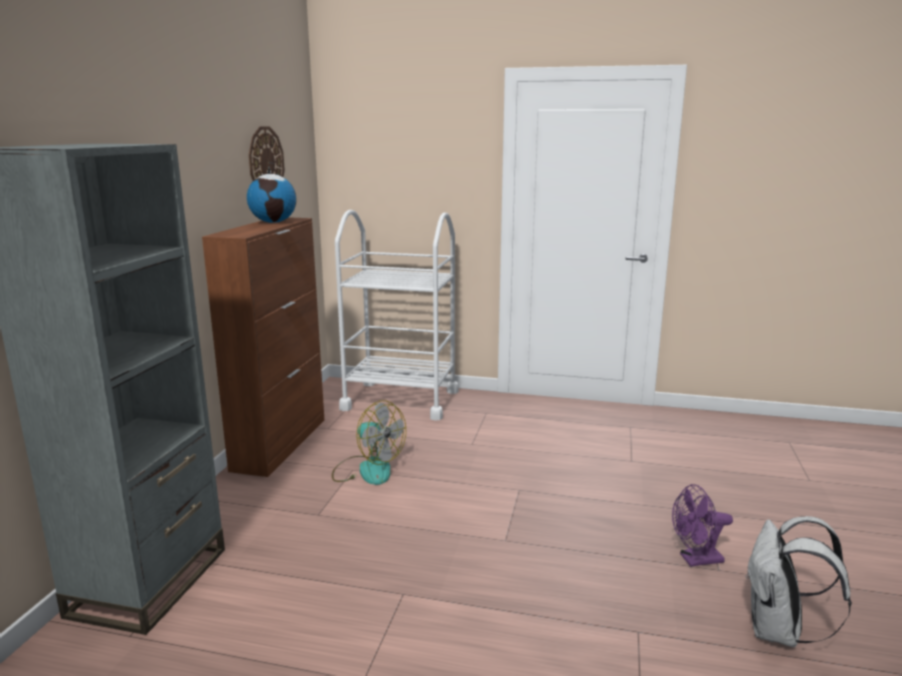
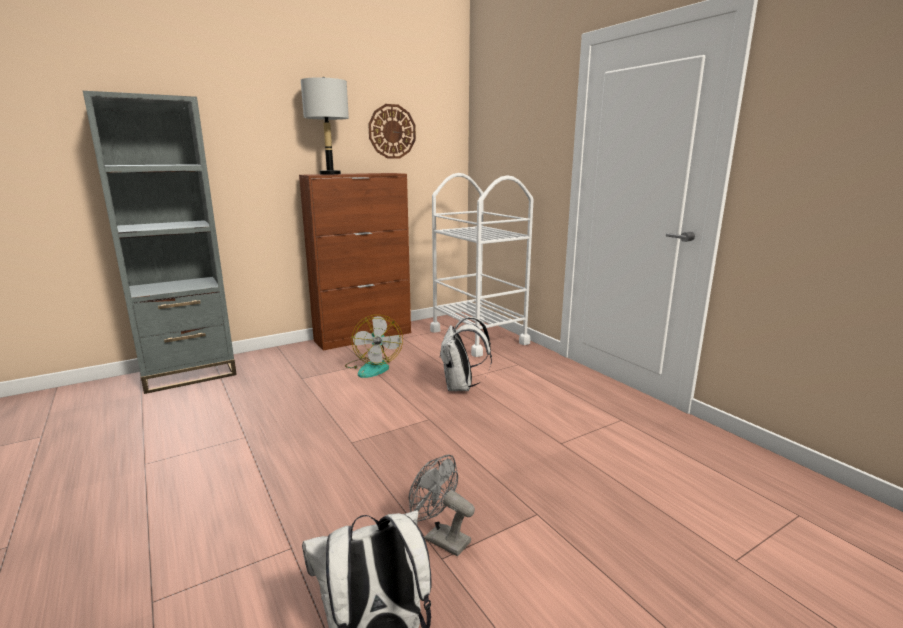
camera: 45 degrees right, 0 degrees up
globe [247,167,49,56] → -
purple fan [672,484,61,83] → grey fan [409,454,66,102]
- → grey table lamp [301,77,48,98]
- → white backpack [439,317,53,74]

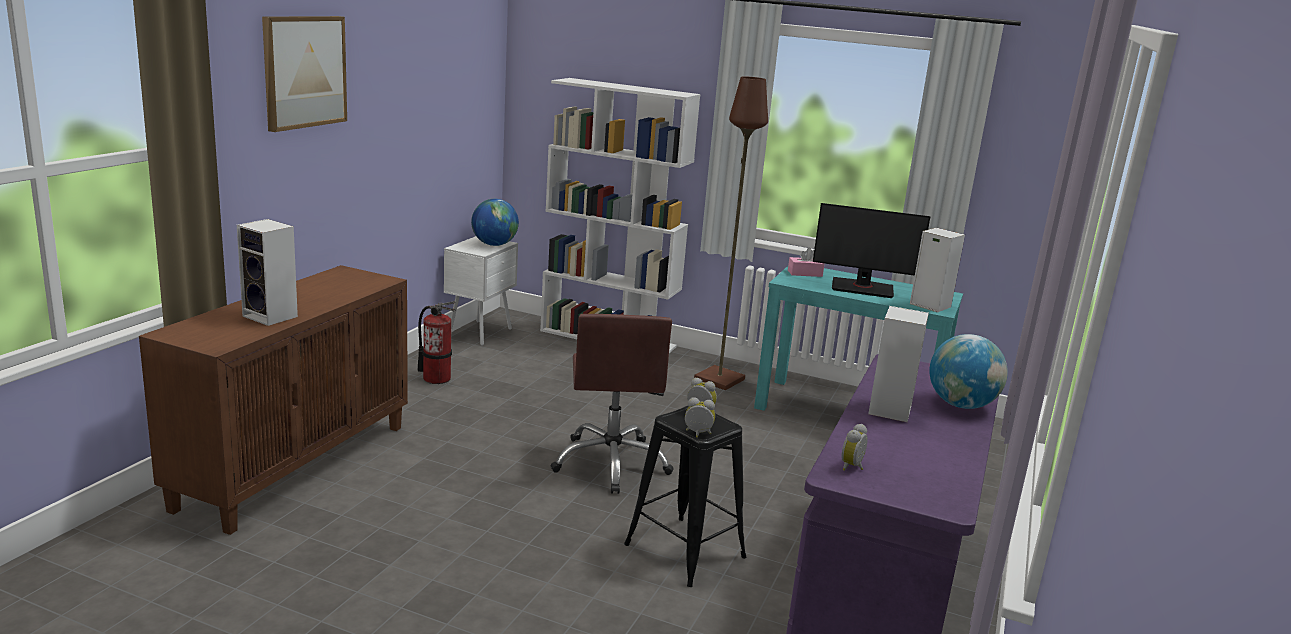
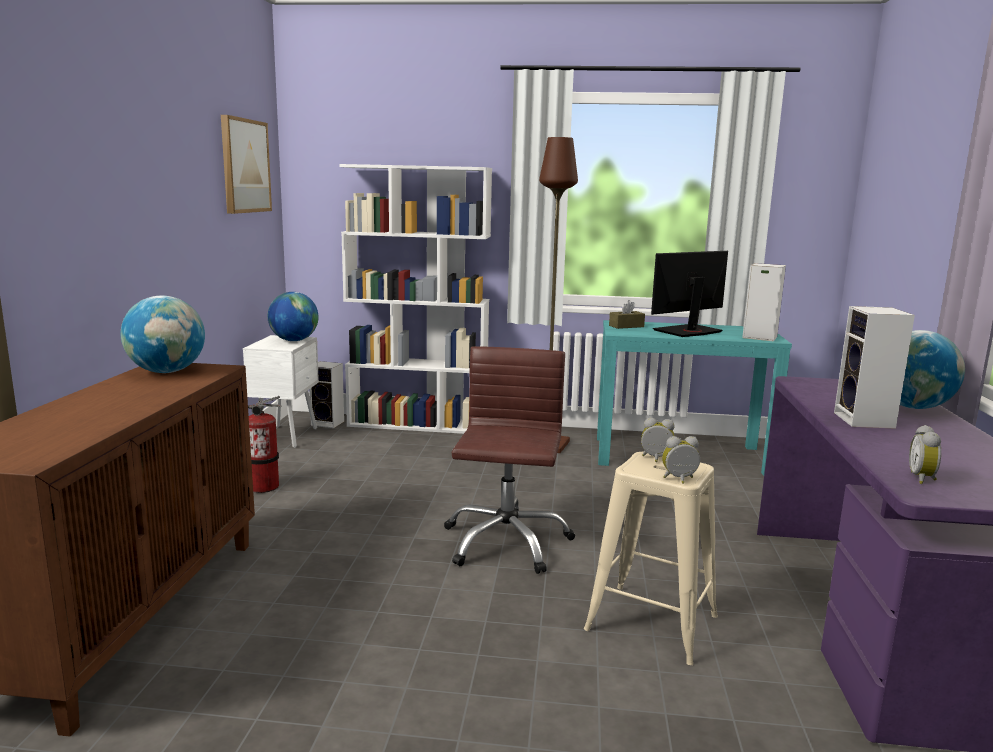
camera: 15 degrees left, 5 degrees down
picture [262,16,85,116] → picture [221,115,51,99], shifted
monitor [813,203,118,95] → monitor [651,251,77,86], 150 degrees clockwise
speaker [237,219,61,107] → speaker [309,361,35,67], shifted
pink tissue box [788,248,36,29] → brown tissue box [609,300,36,29]
brown office chair [550,314,124,180] → brown office chair [444,346,131,228], 150 degrees counterclockwise
black stool [624,406,122,181] → beige stool [584,452,134,213]
- → globe [121,296,84,77]

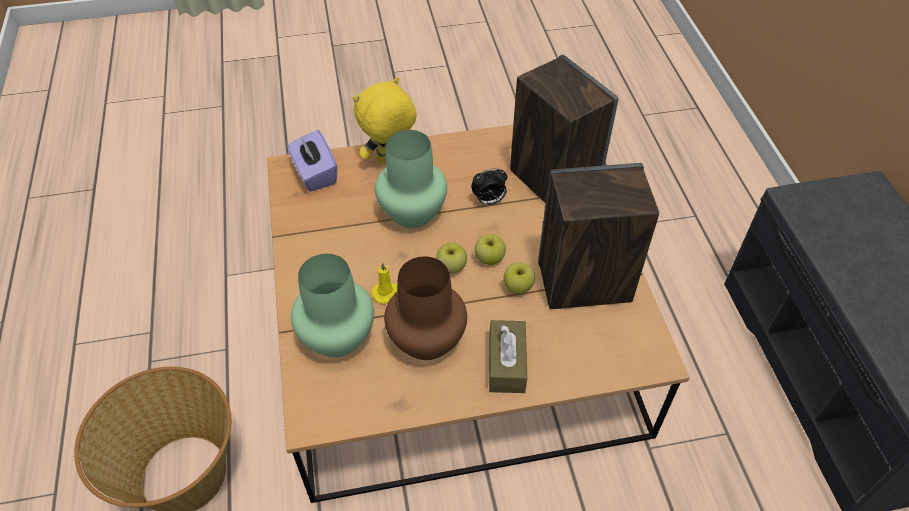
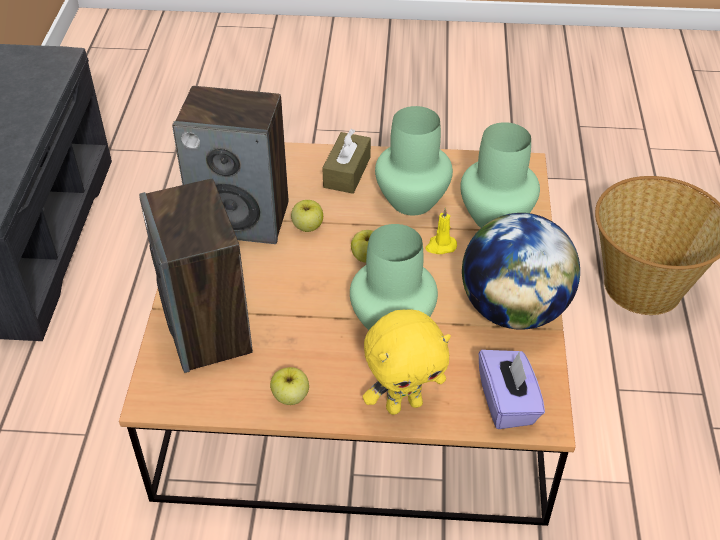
camera: 165 degrees left, 5 degrees down
alarm clock [471,168,37,37] → -
apple [474,234,32,31] → apple [270,367,39,38], shifted
brown vase [384,256,83,104] → green vase [375,106,78,109]
- → globe [462,213,118,117]

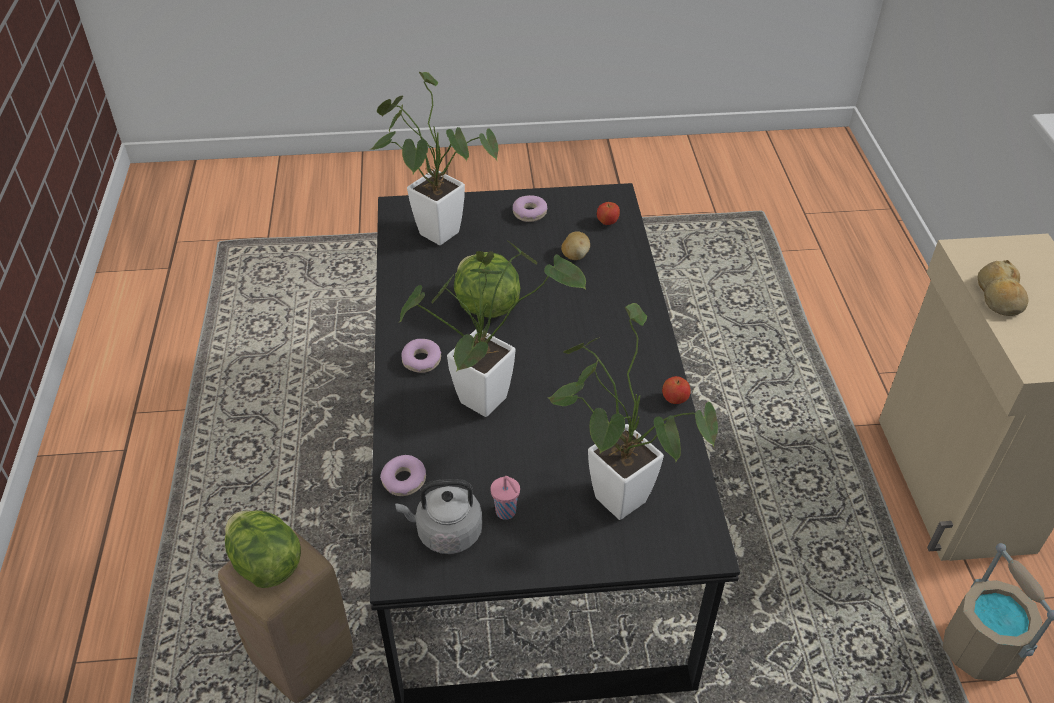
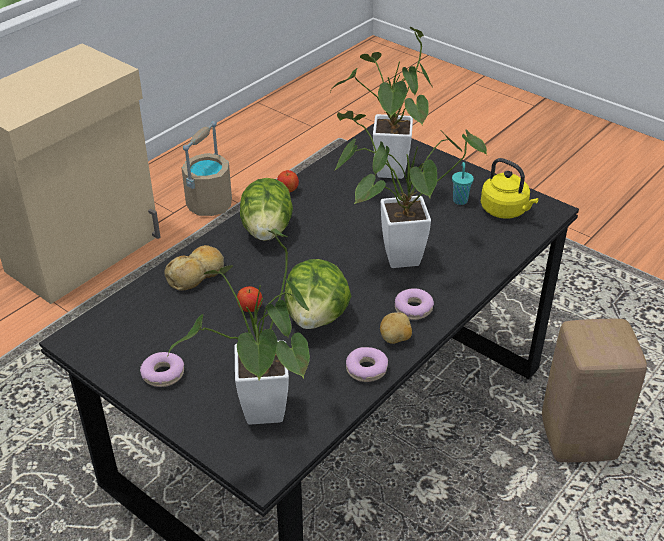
camera: 135 degrees left, 5 degrees down
apple [597,202,23,23] → apple [237,286,25,26], shifted
potato [561,231,29,29] → potato [380,312,32,32], shifted
bread [978,260,50,56] → bread [164,245,60,45], shifted
donut [380,455,46,41] → donut [346,347,42,35], shifted
pink cup [490,476,30,44] → turquoise cup [452,162,22,43]
grey kettle [395,479,88,75] → yellow kettle [481,158,58,61]
lettuce [225,510,76,78] → lettuce [240,178,53,63], shifted

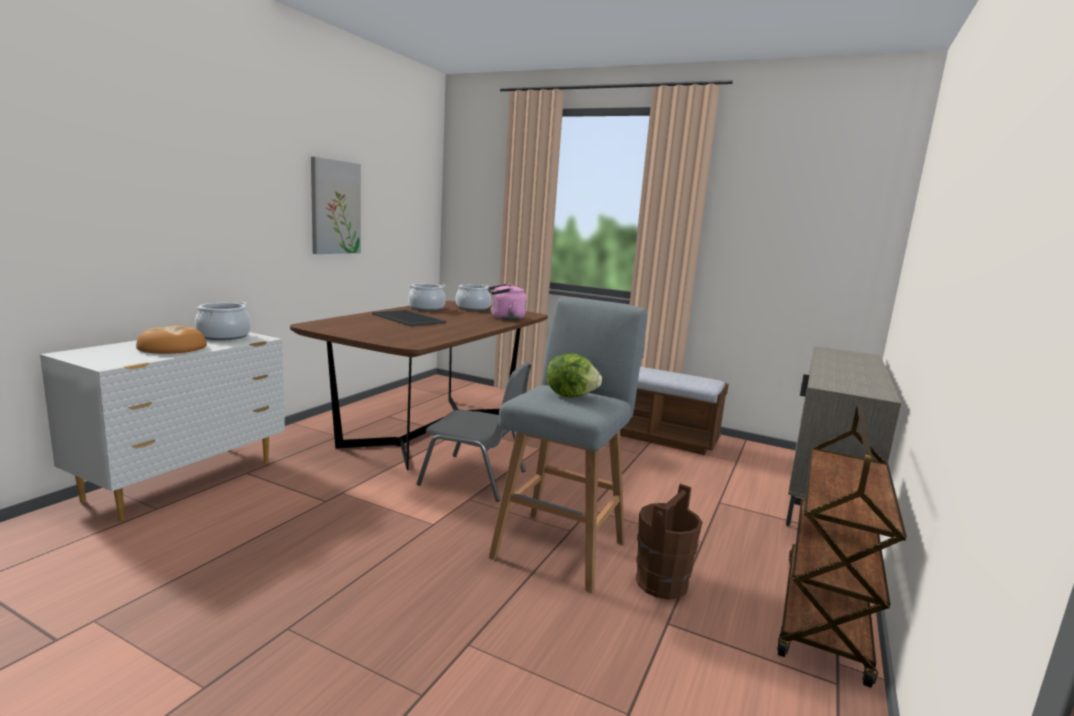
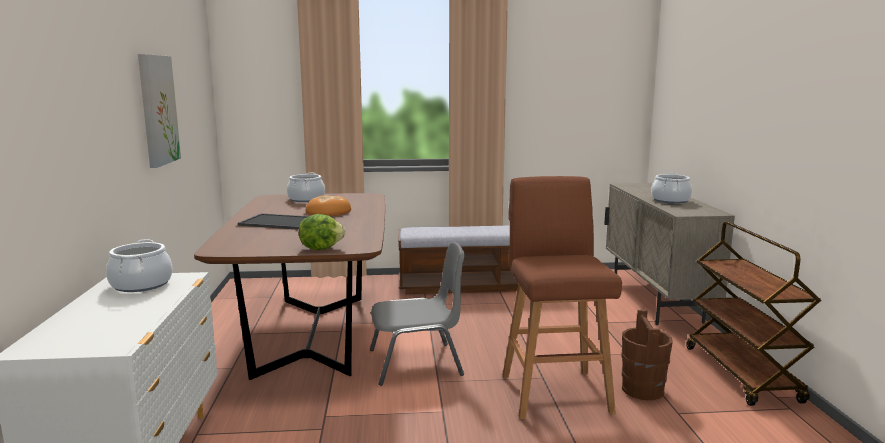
camera: 30 degrees left, 0 degrees up
cooking pot [408,284,38,27] → cooking pot [651,173,41,31], shifted
pink kettle [488,284,39,36] → -
grey stool [488,298,159,295] → brown stool [502,176,120,243]
bread [136,325,71,29] → bread [306,195,45,21], shifted
lettuce [547,354,55,44] → lettuce [299,214,47,36], shifted

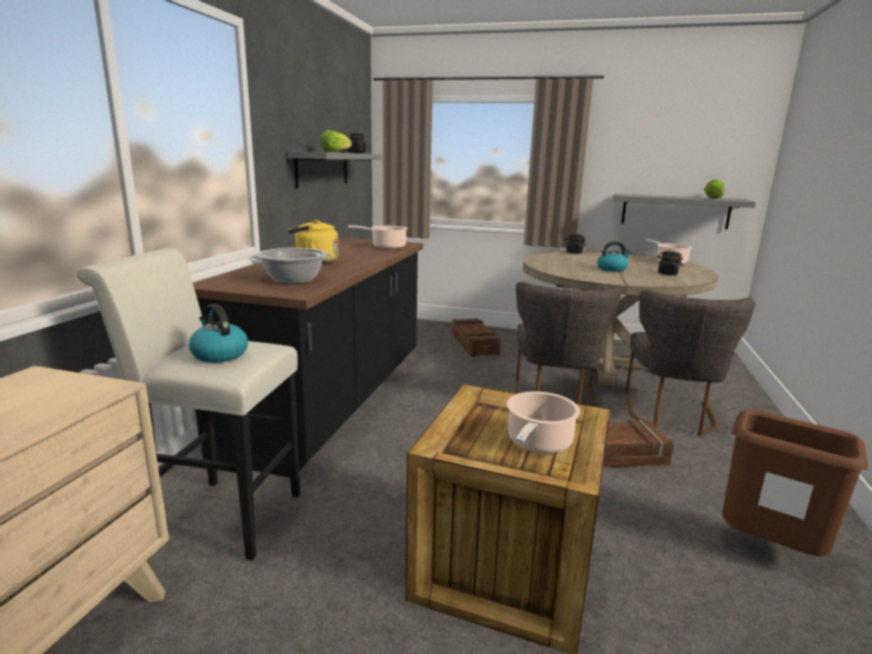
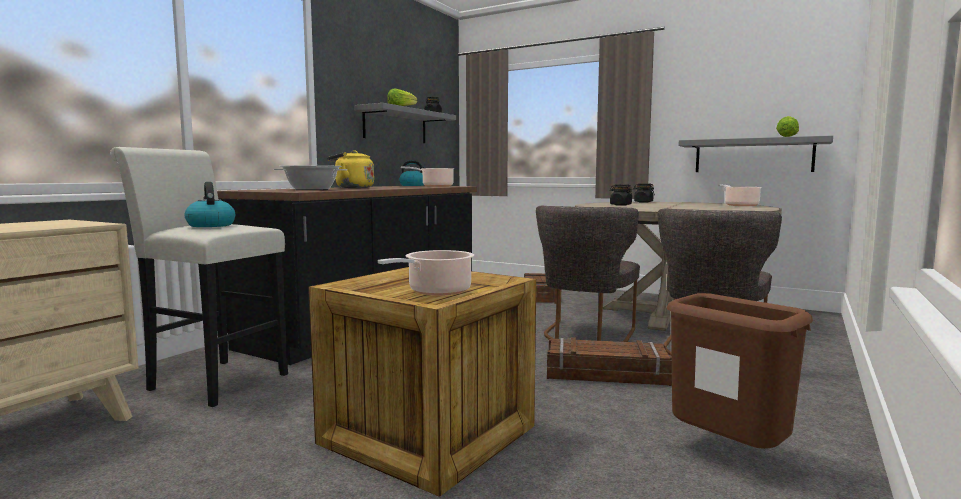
camera: 15 degrees right, 10 degrees down
kettle [597,241,34,31] → kettle [399,160,25,26], shifted
black jar [657,251,26,24] → black jar [610,184,23,22], shifted

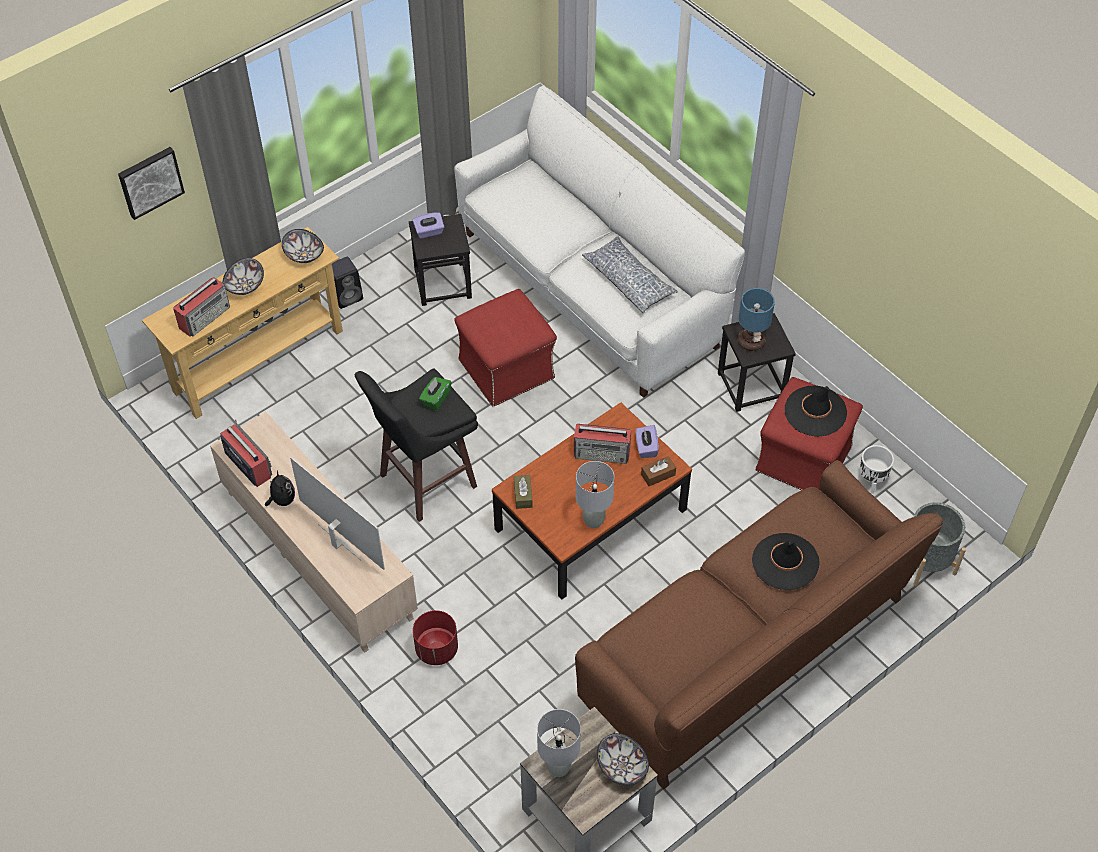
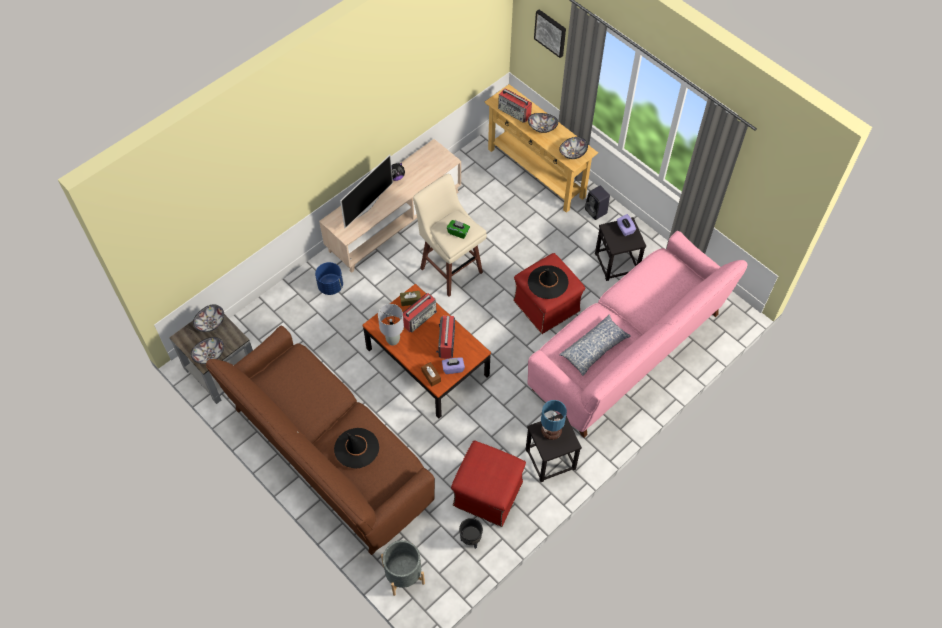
camera: 85 degrees right, 5 degrees up
white sofa [454,86,291,312] → pink sofa [528,231,220,207]
black stool [355,368,123,154] → beige stool [413,174,74,123]
black hat [785,385,62,52] → black hat [528,265,41,34], shifted
radio [220,419,52,68] → radio [403,293,34,39], shifted
white planter [858,445,36,49] → black planter [459,518,24,31]
red planter [413,610,45,55] → blue planter [315,262,28,33]
grey table lamp [537,709,44,68] → bowl [193,304,31,28]

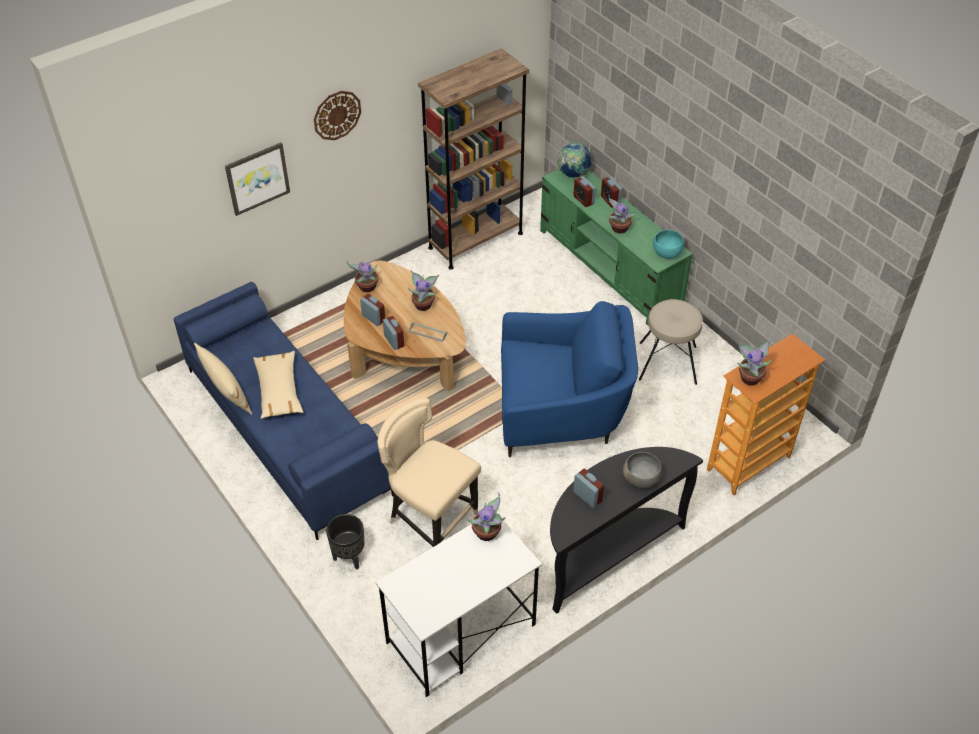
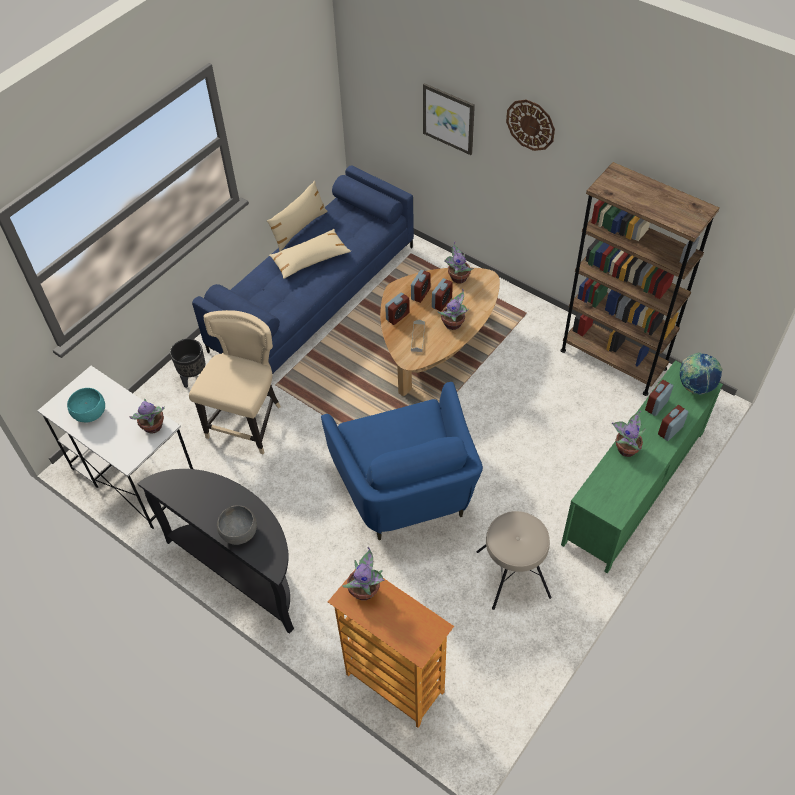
camera: 75 degrees right, 5 degrees up
turquoise bowl [653,230,31,29] → turquoise bowl [67,388,38,35], shifted
alarm clock [573,469,31,39] → alarm clock [432,278,21,33], shifted

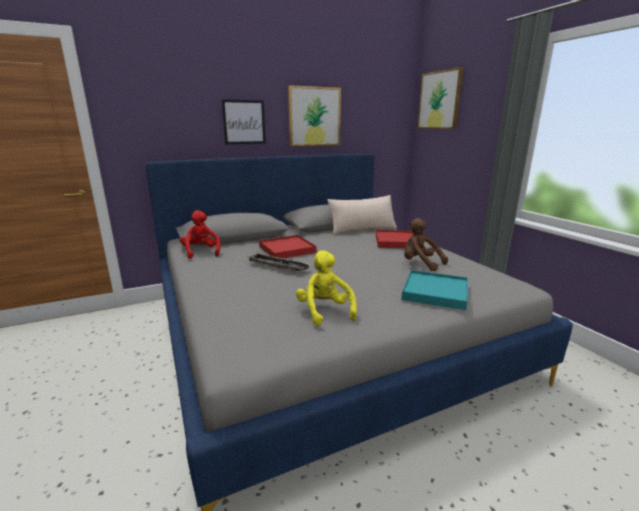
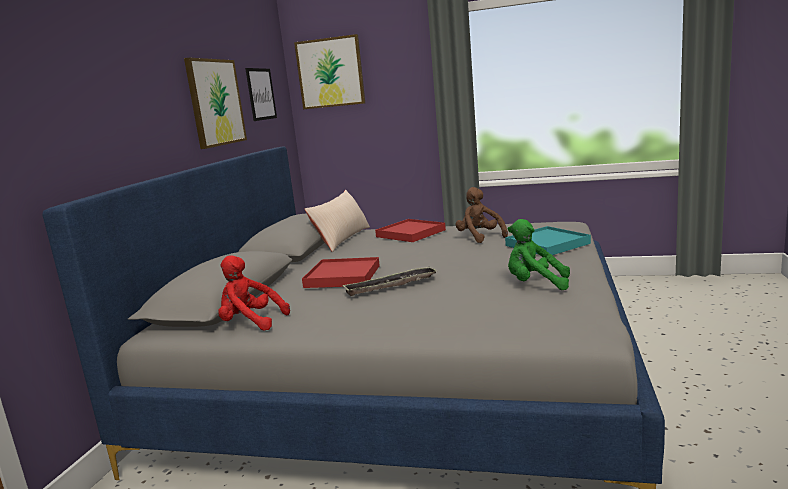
camera: 50 degrees left, 5 degrees down
picture [222,99,44,45] → picture [245,68,32,53], shifted
brown plush toy [404,218,44,53] → brown plush toy [455,187,53,56], 75 degrees clockwise
yellow plush toy [296,250,61,76] → green plush toy [508,219,62,71]

